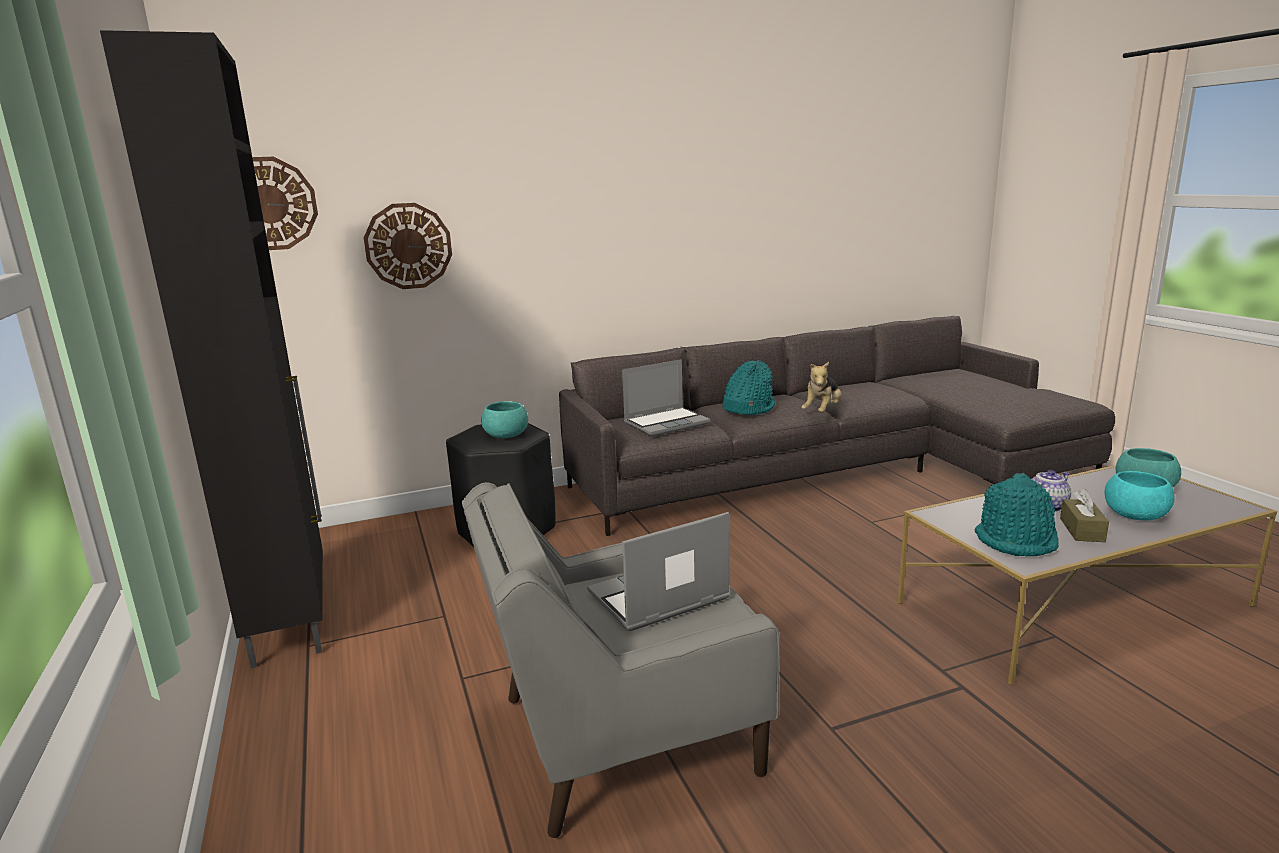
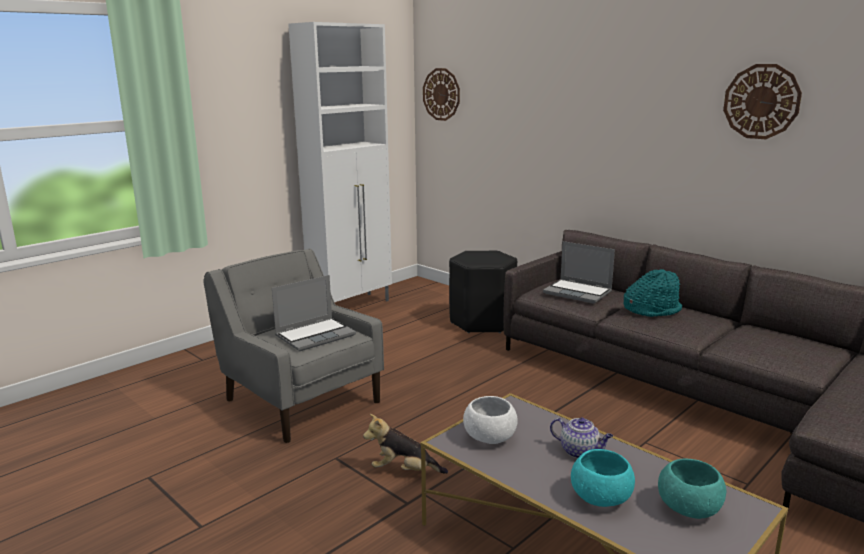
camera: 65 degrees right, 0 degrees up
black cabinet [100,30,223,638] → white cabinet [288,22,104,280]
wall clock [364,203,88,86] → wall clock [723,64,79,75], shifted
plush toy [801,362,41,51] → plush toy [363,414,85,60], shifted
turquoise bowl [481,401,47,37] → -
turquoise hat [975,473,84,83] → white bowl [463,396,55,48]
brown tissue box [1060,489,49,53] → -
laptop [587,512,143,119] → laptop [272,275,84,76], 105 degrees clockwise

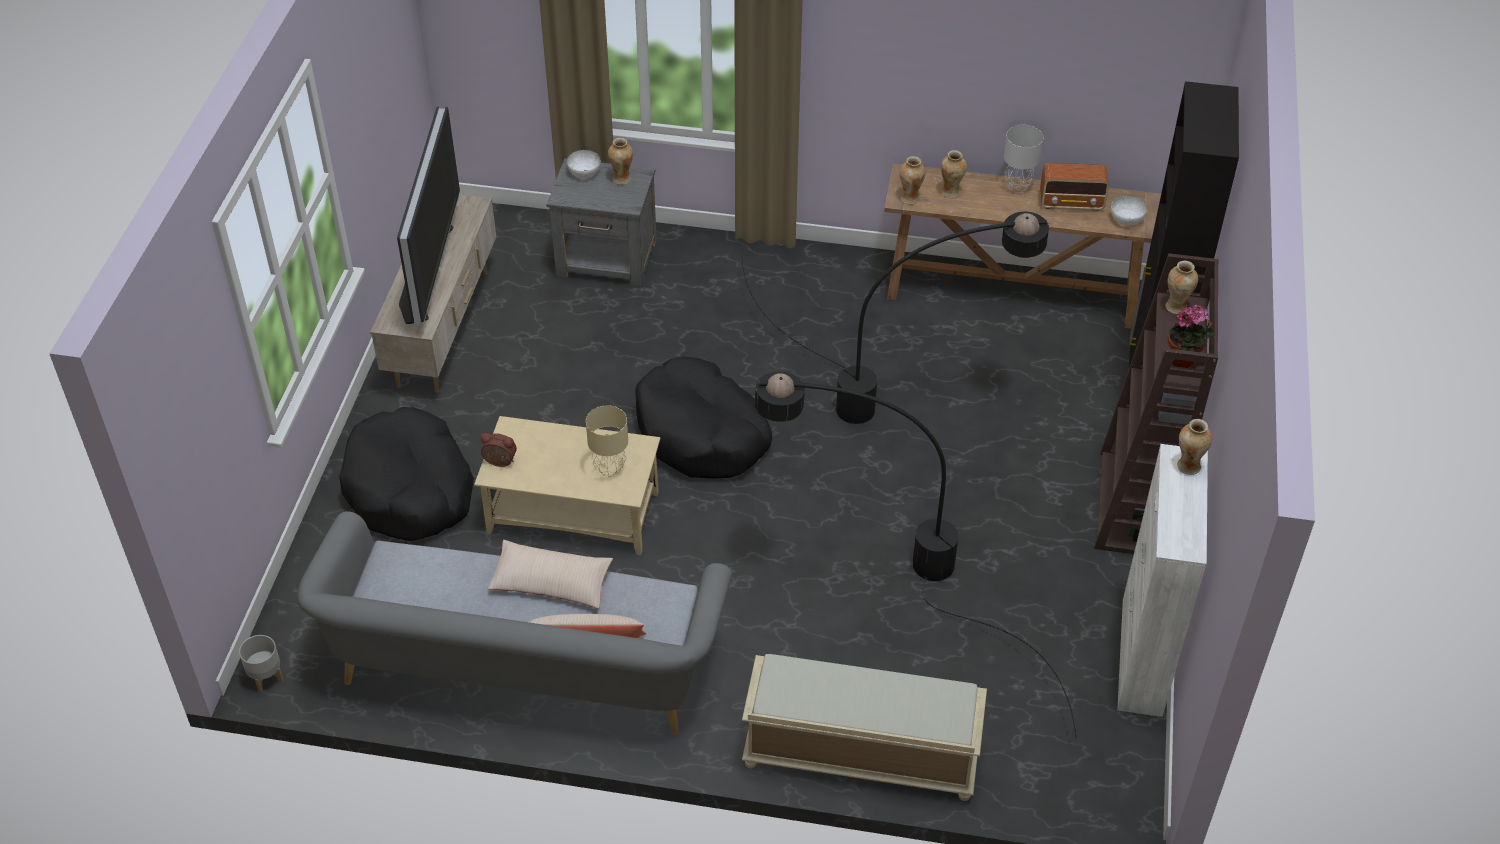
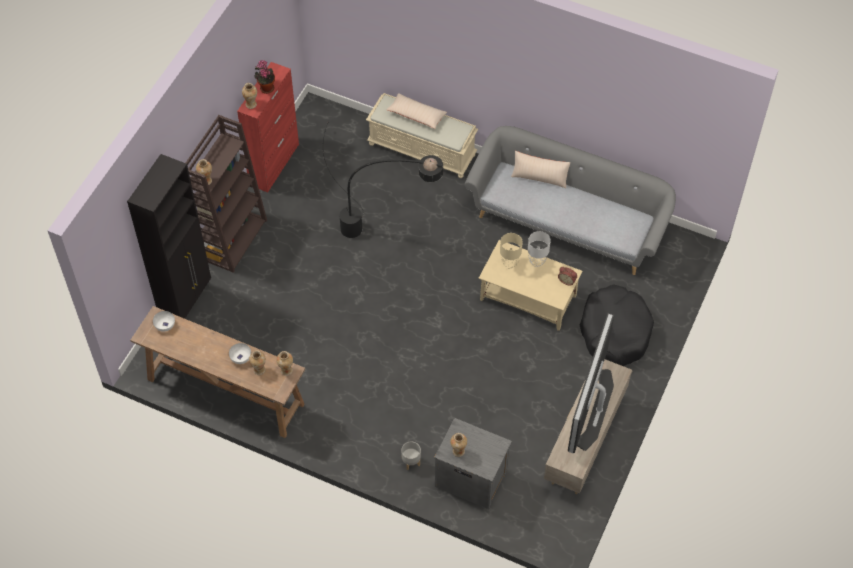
camera: 165 degrees left, 10 degrees up
grey table lamp [1004,125,40,68] → grey table lamp [528,231,23,36], shifted
white bowl [567,150,34,28] → white bowl [229,343,22,21], shifted
radio [1040,163,69,48] → -
black floor lamp [741,212,308,212] → -
potted plant [1168,304,46,64] → potted plant [254,60,21,34], shifted
black dog bed [635,357,137,122] → -
white cabinet [1117,444,91,273] → red cabinet [237,62,62,130]
beige pillow [488,540,125,69] → beige pillow [386,93,61,36], shifted
grey planter [239,635,45,58] → grey planter [401,442,20,28], shifted

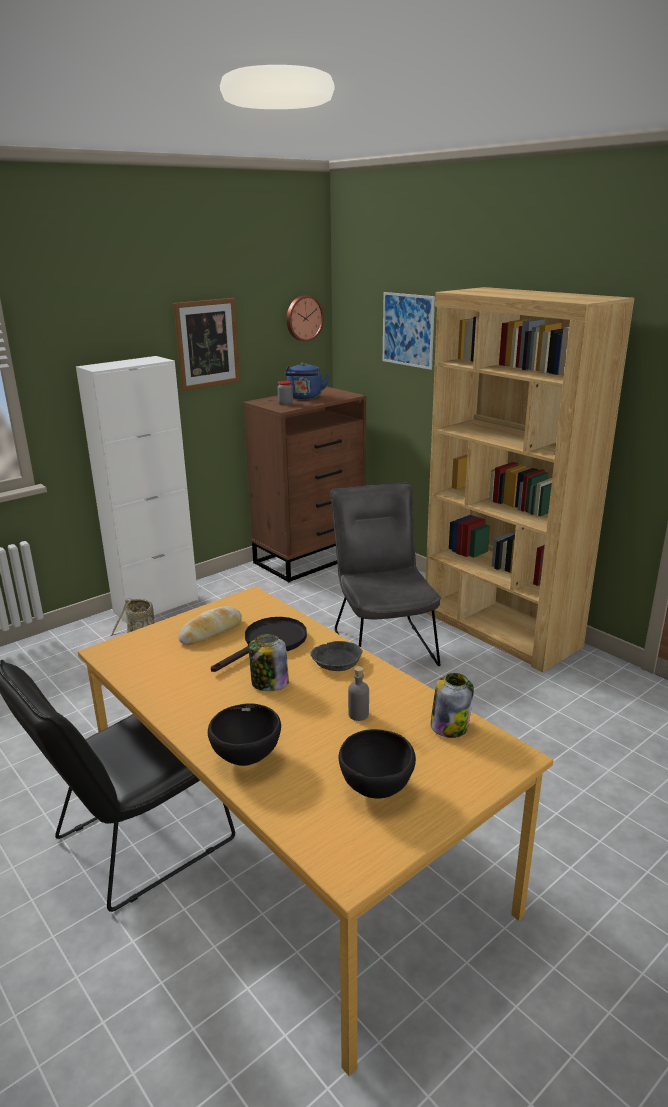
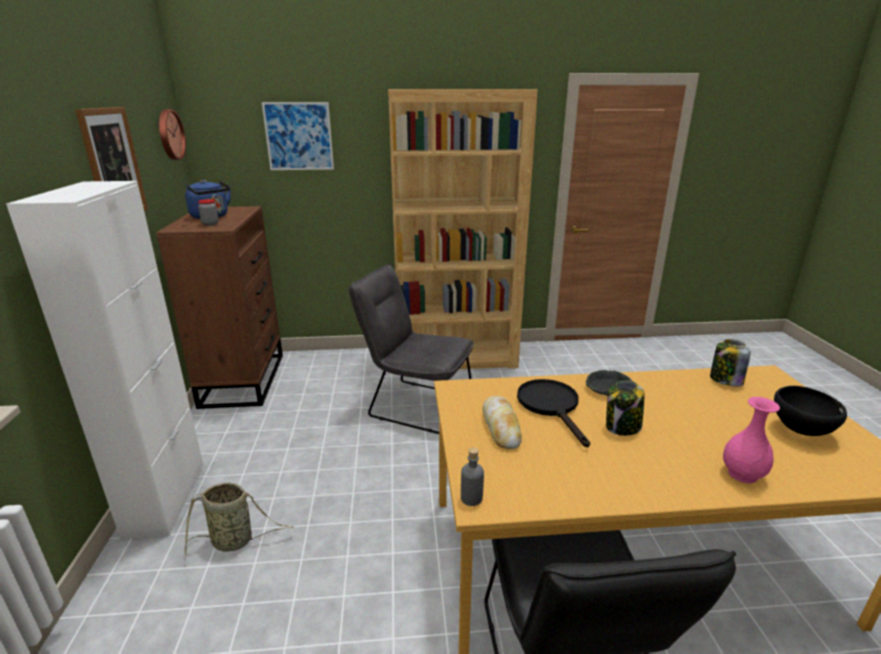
camera: 55 degrees left, 0 degrees up
grey bottle [348,666,21,55] → grey bottle [461,447,23,59], shifted
black bowl [208,703,73,63] → pink vase [723,397,57,86]

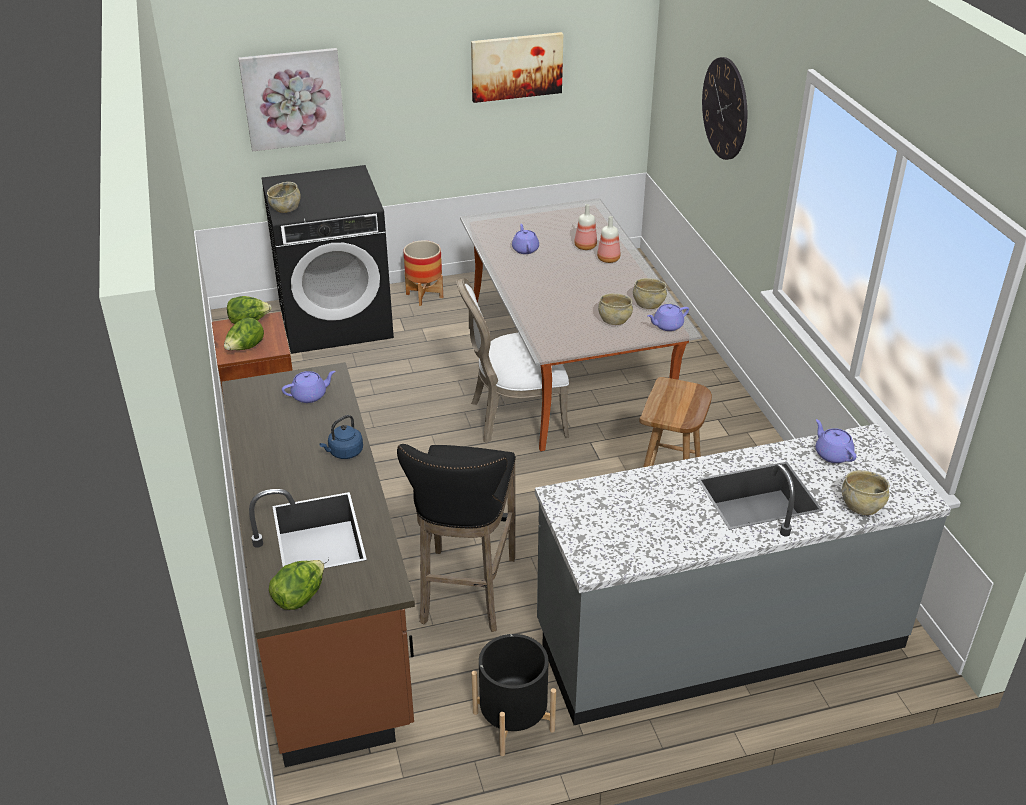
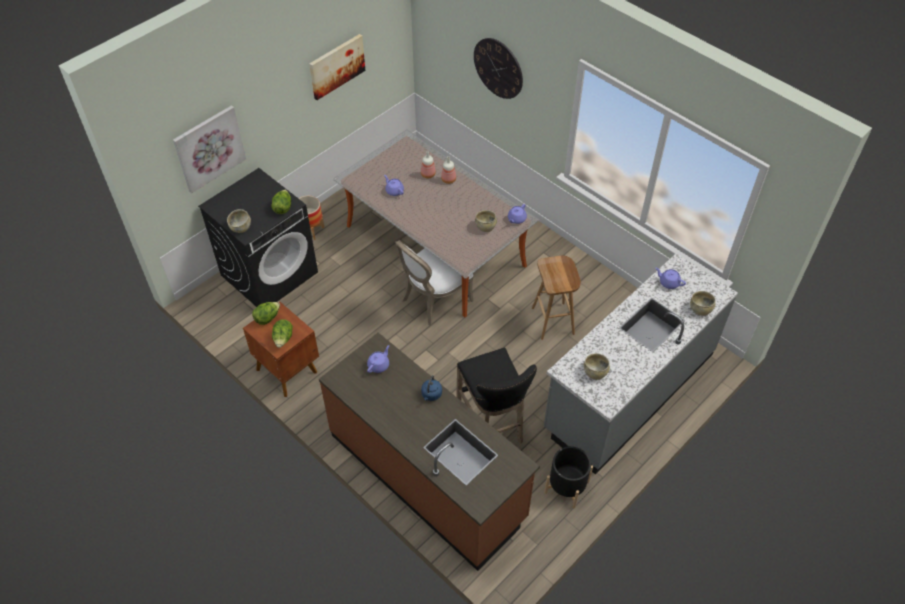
camera: 30 degrees left, 15 degrees up
beige bowl [633,278,34,31] → beige bowl [584,353,26,27], shifted
lettuce [269,560,55,50] → lettuce [271,189,20,25], shifted

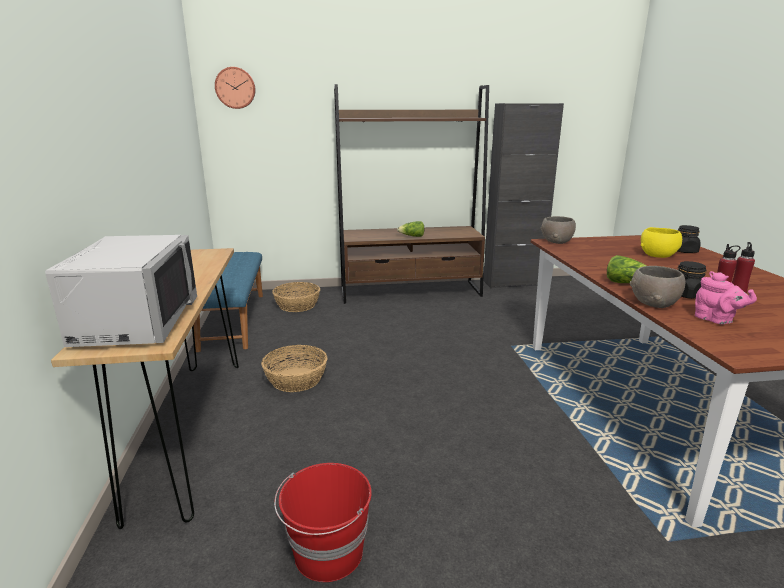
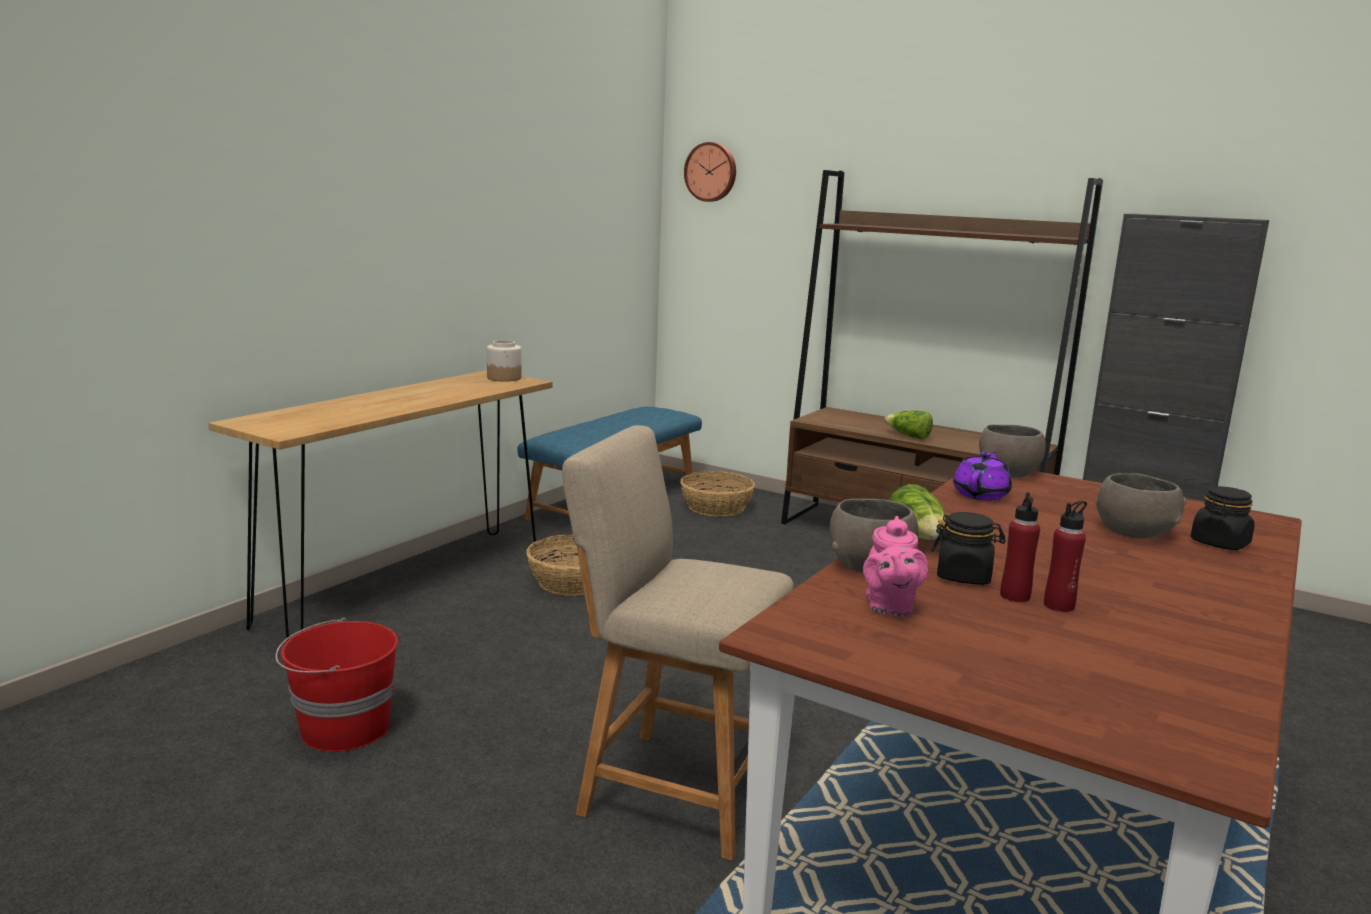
camera: 40 degrees right, 5 degrees down
yellow bowl [641,227,41,31] → grey bowl [1095,473,91,66]
grey microwave [45,235,152,112] → -
- → jar [487,340,34,42]
- → beige chair [562,425,232,435]
- → purple teapot [953,452,59,48]

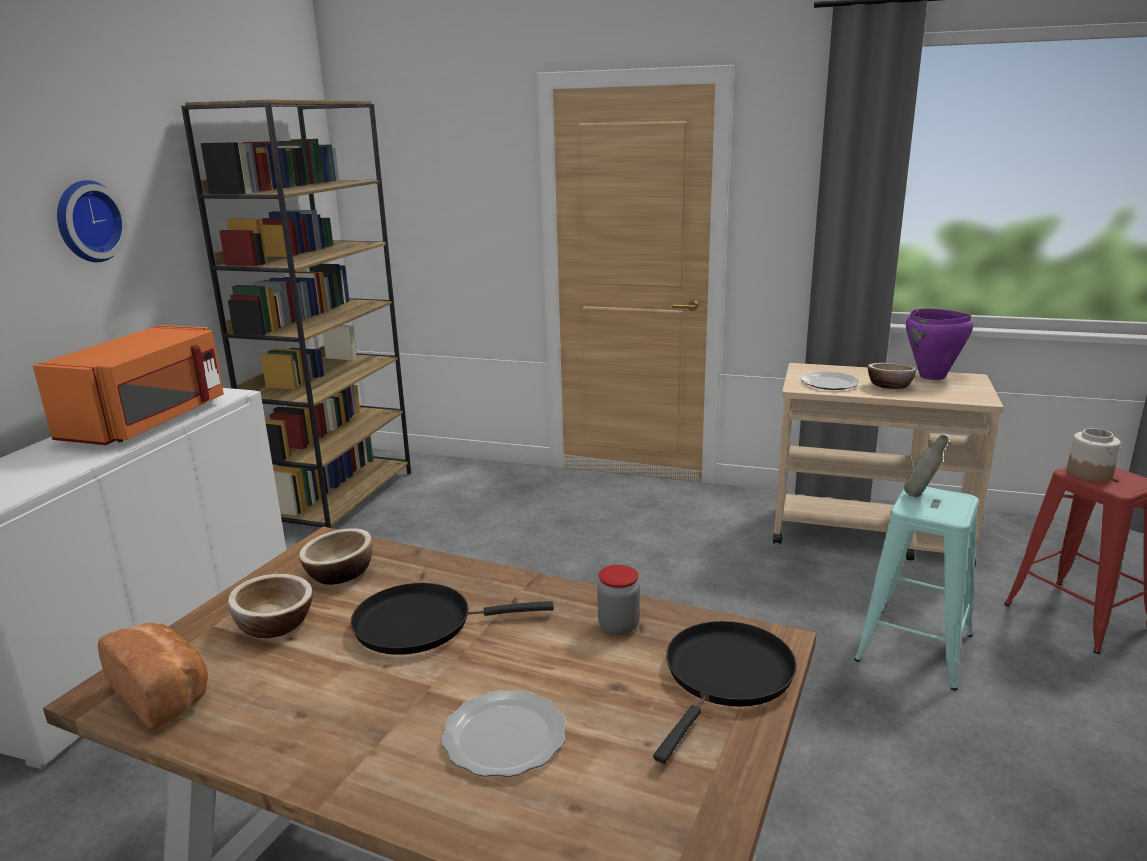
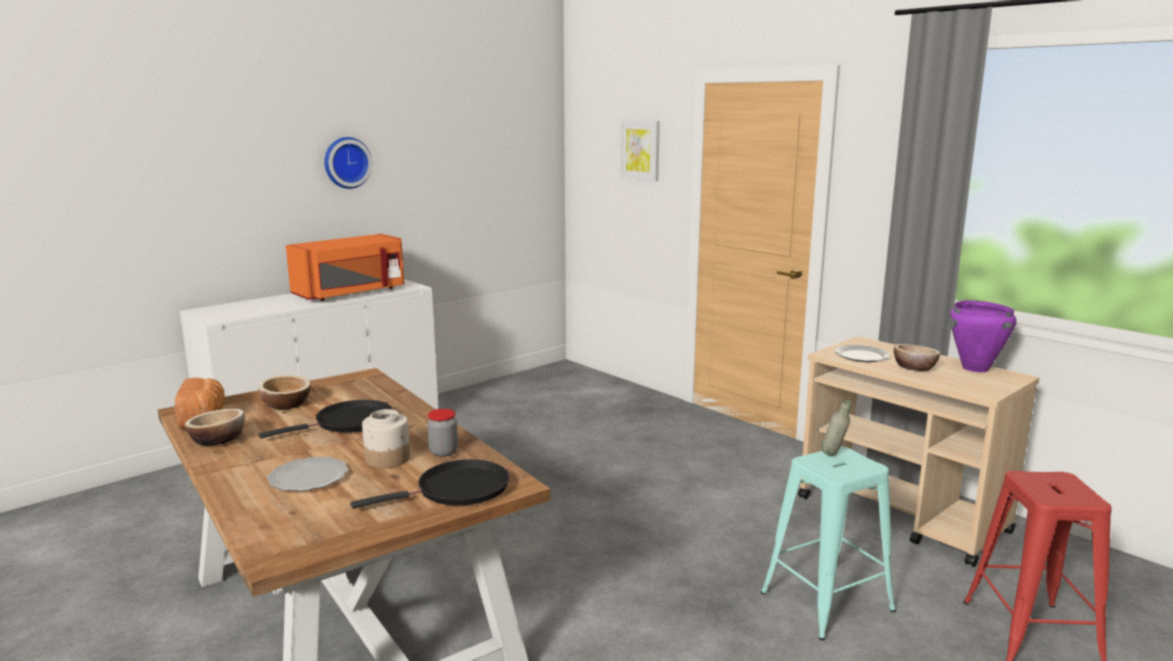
camera: 30 degrees right, 5 degrees down
brown bookcase [181,99,230,429] → -
jar [1067,428,54,54] → jar [362,409,48,59], shifted
bowl [299,528,74,57] → bowl [185,409,60,37], shifted
black frying pan [351,583,203,72] → black frying pan [259,400,134,39], 120 degrees clockwise
- → picture [620,120,40,61]

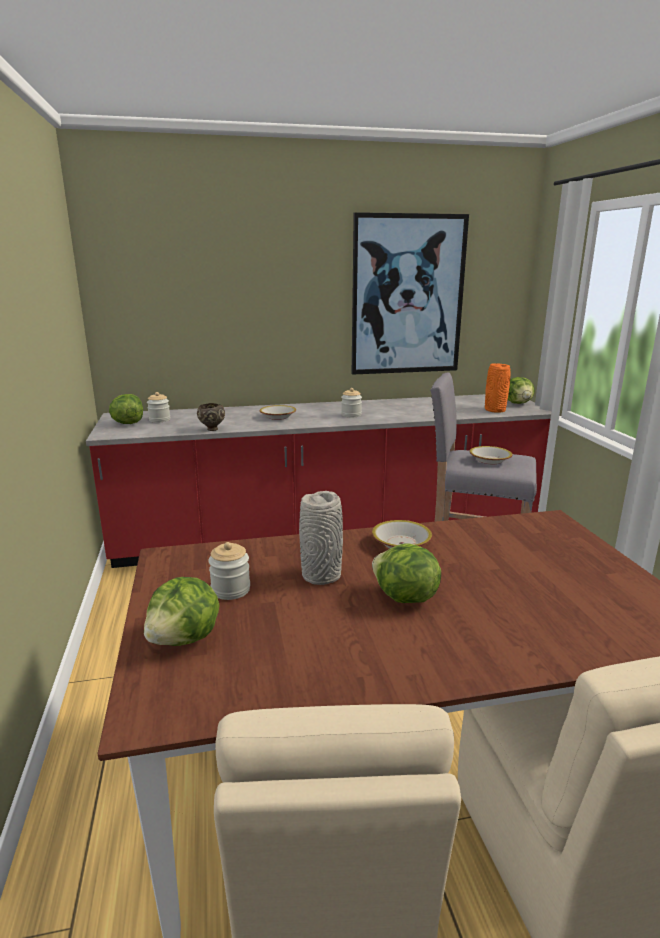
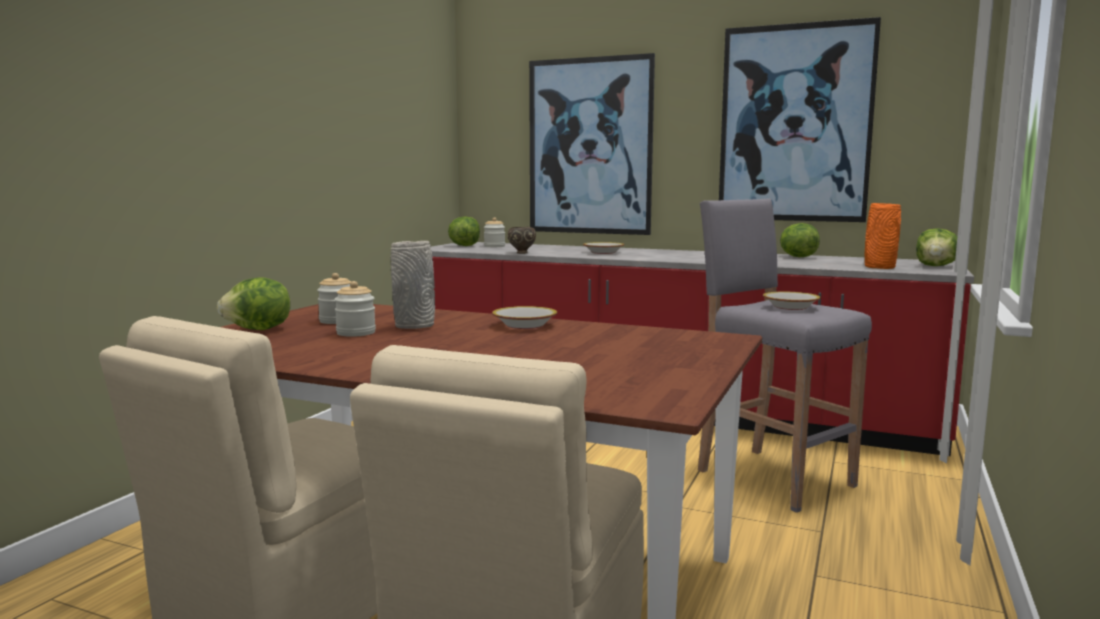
camera: 35 degrees right, 10 degrees down
jar [341,388,21,29] → jar [334,281,42,56], shifted
lettuce [372,543,69,60] → lettuce [780,223,40,34], shifted
- → picture [529,53,126,182]

